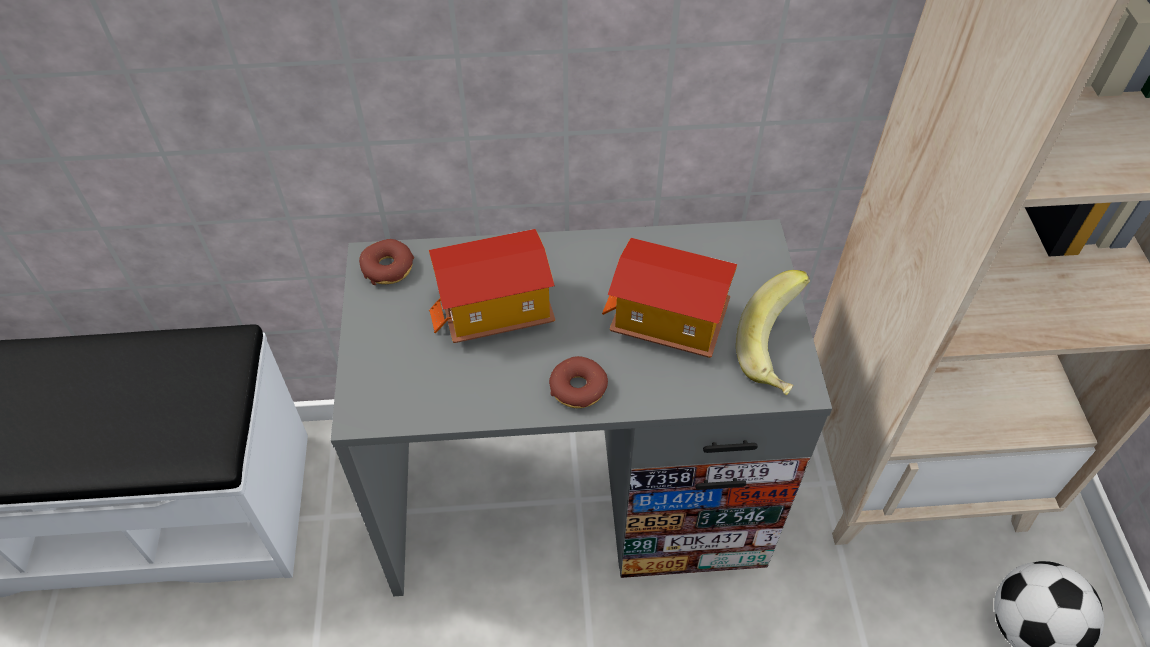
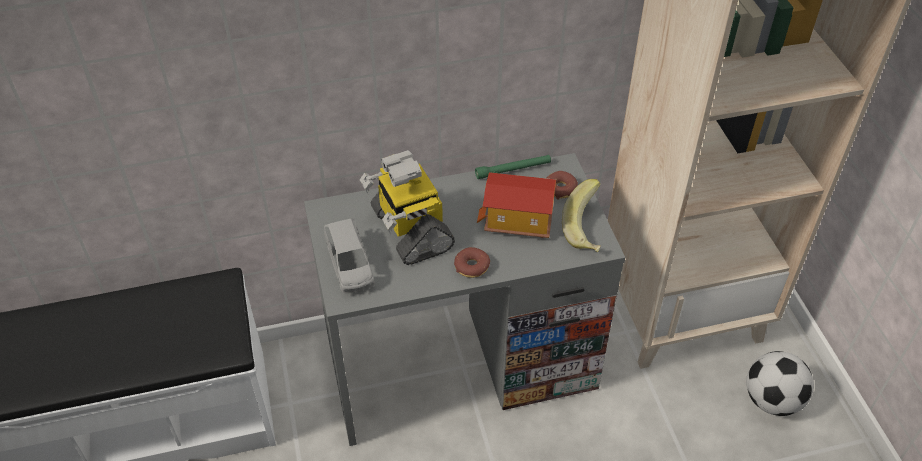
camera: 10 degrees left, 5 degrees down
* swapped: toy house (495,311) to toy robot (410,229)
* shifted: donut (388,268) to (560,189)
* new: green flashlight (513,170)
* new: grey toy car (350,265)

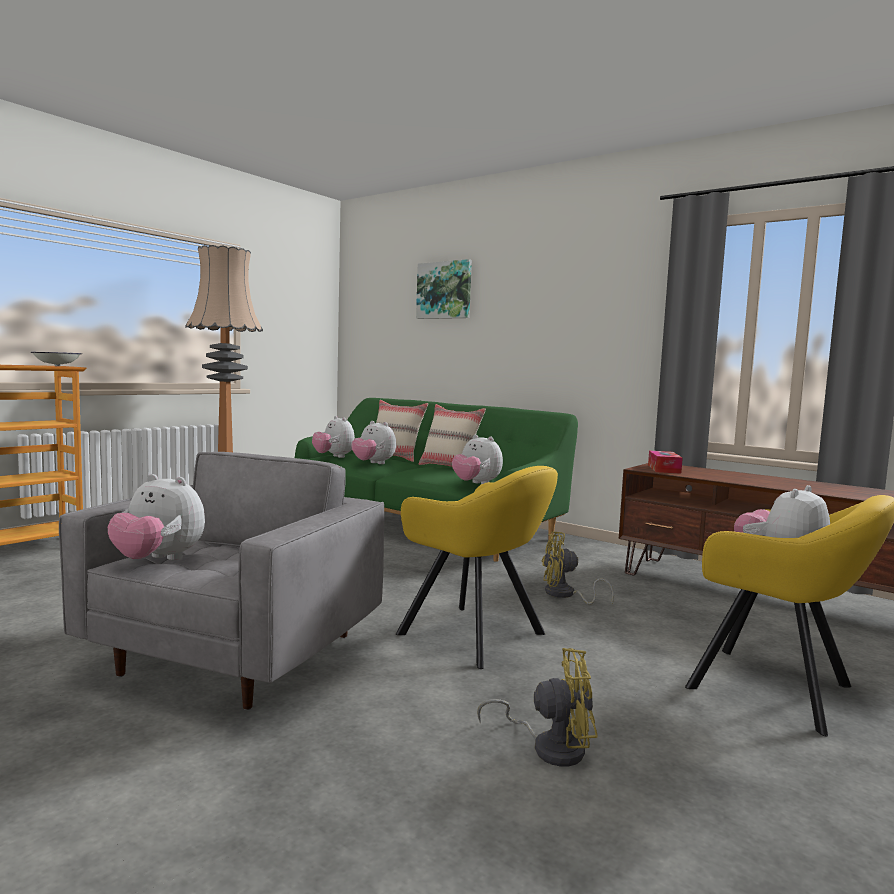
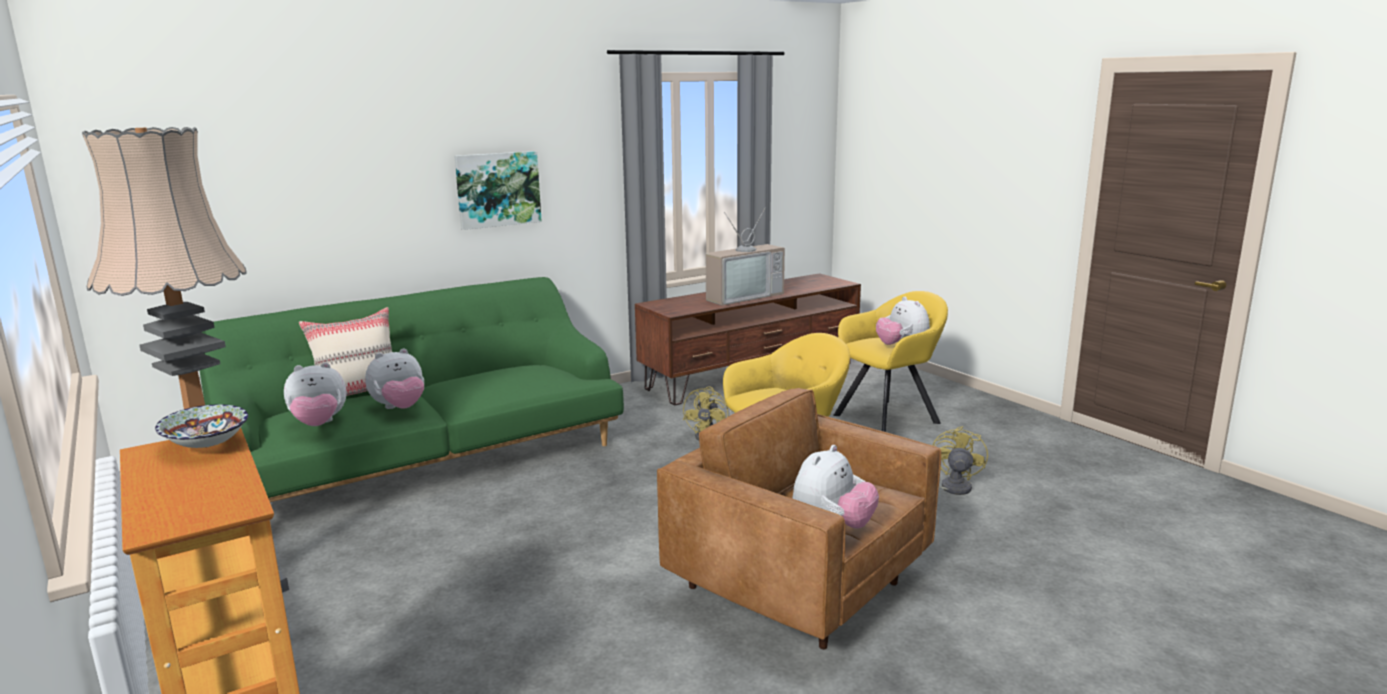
camera: 70 degrees left, 10 degrees up
* shifted: picture (444,290) to (498,189)
* gone: beige pillow (449,468)
* gone: plush toy (476,484)
* gone: tissue box (664,469)
* repainted: grey armchair (236,657) to brown armchair (799,588)
* new: television (742,296)

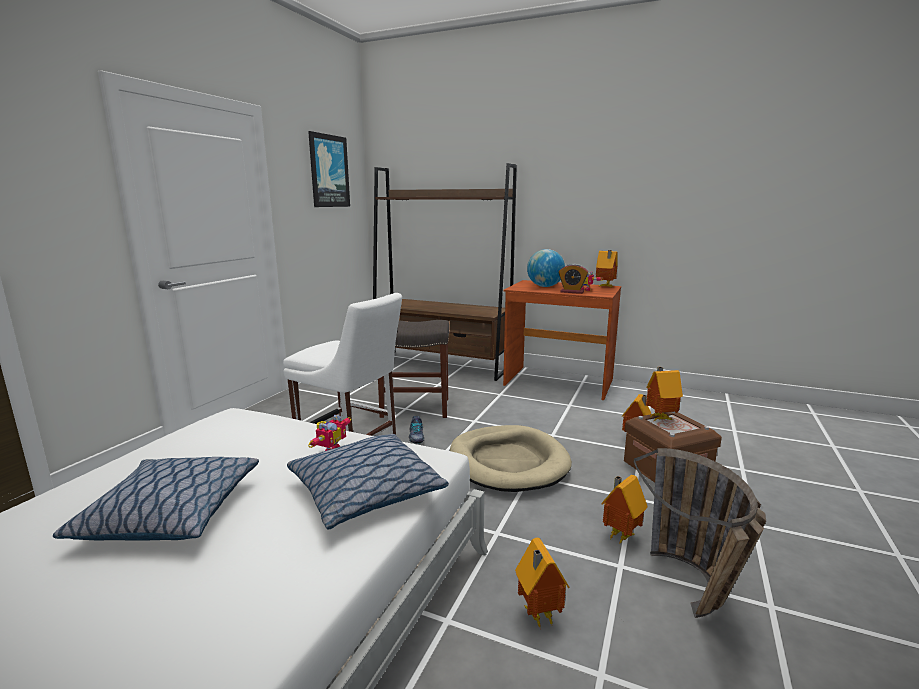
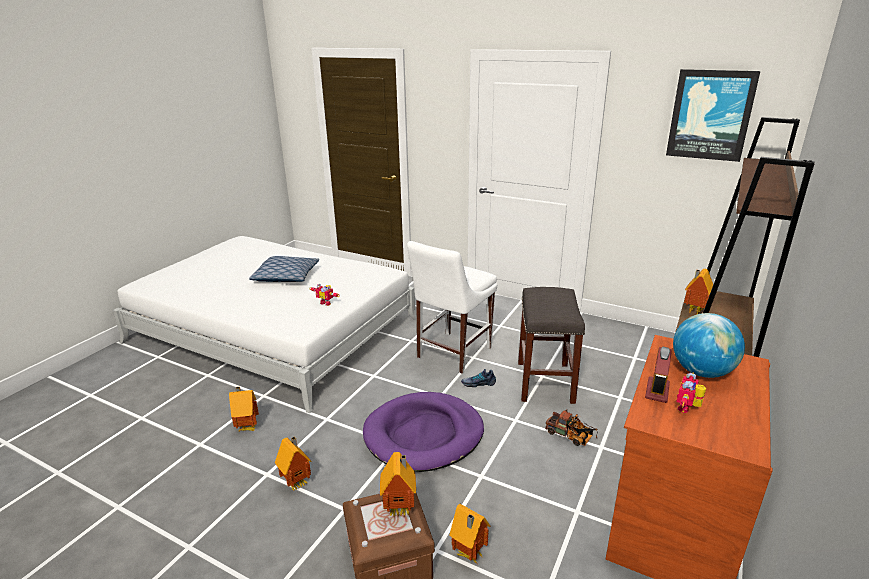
camera: 95 degrees right, 10 degrees up
* shifted: toy house (605,287) to (693,311)
* repainted: beige dog bed (508,462) to purple dog bed (424,435)
* gone: pillow (366,492)
* gone: basket (695,597)
* new: toy truck (571,436)

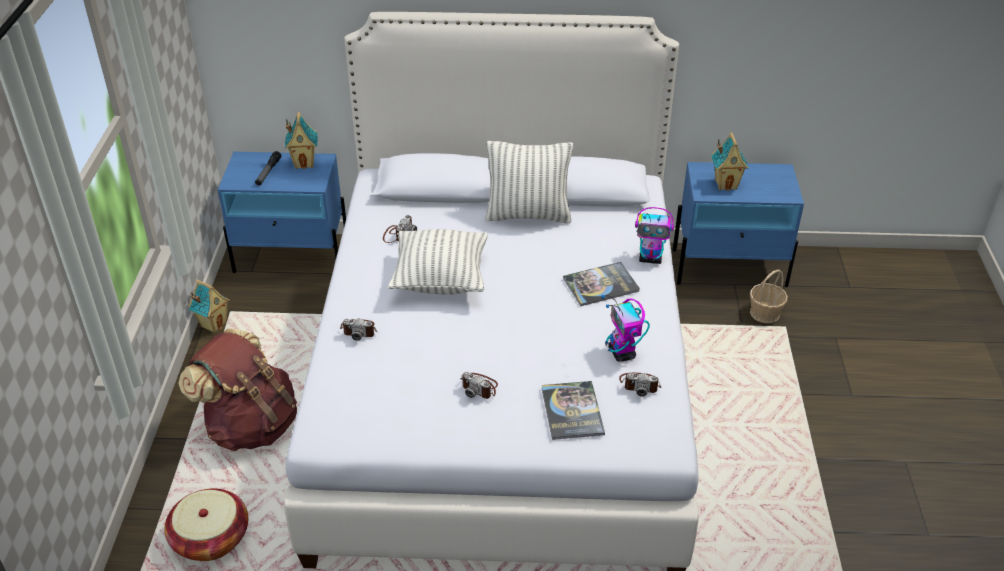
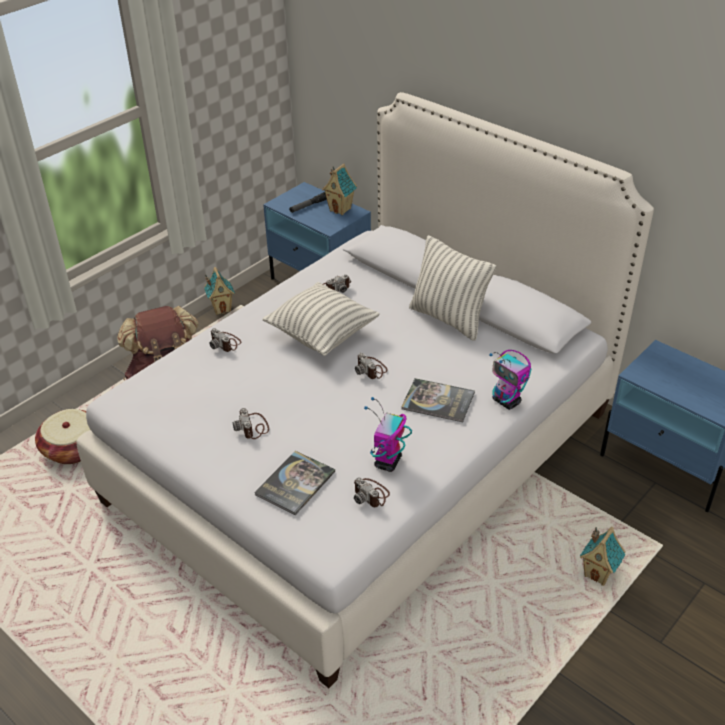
camera: 40 degrees right, 0 degrees up
* shifted: toy house (726,184) to (598,574)
* gone: basket (765,313)
* new: photo camera (371,369)

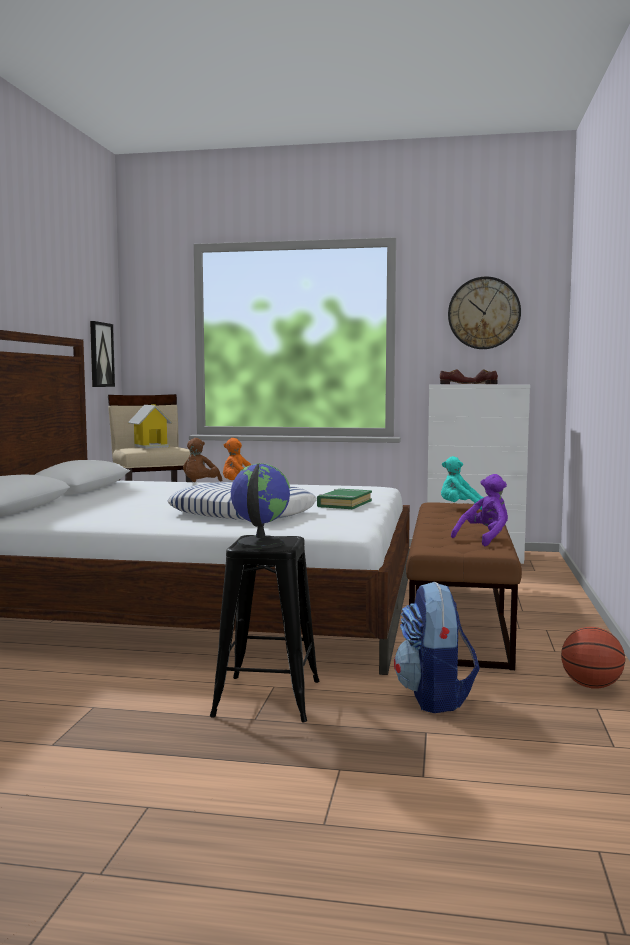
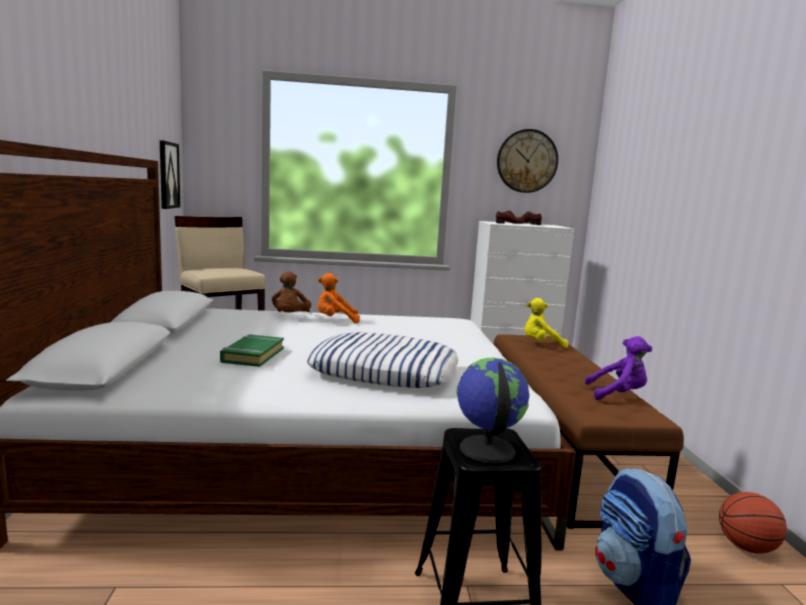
camera: 15 degrees left, 5 degrees up
* gone: toy house (151,446)
* repainted: turquoise plush toy (461,508) to yellow plush toy (541,344)
* rotated: purple plush toy (485,539) = (618,394) 60 degrees clockwise
* shifted: green book (344,504) to (252,355)

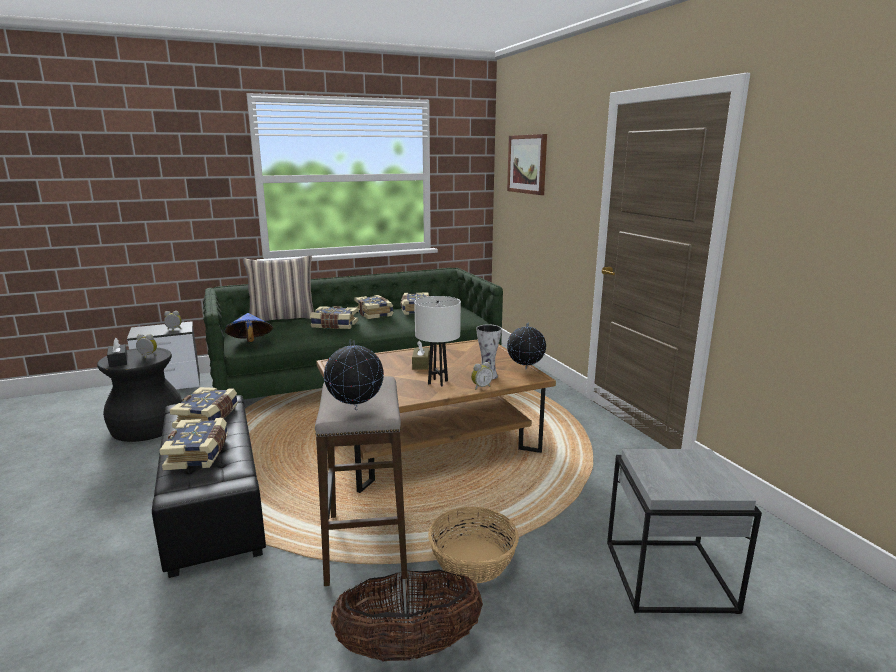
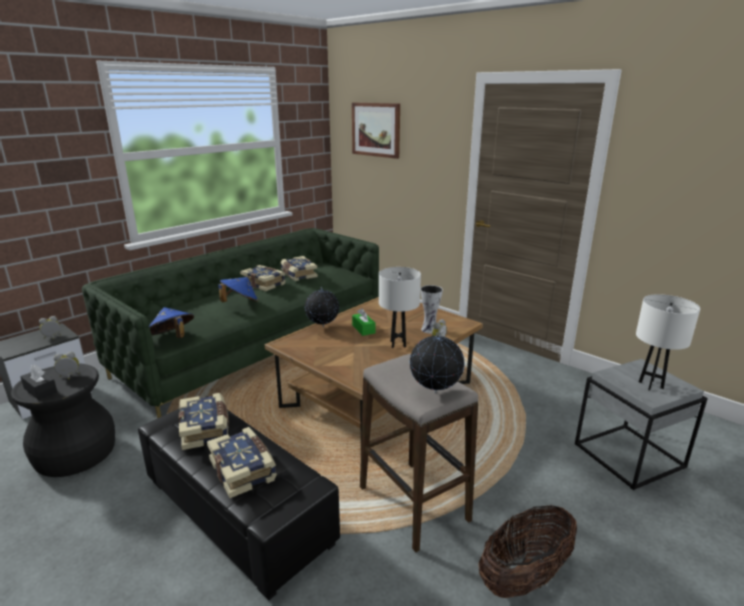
camera: 25 degrees left, 5 degrees up
* gone: pillow (283,318)
* swapped: book (334,325) to blue hat (240,303)
* shifted: globe (525,369) to (322,327)
* repainted: brown tissue box (421,364) to green tissue box (363,329)
* gone: basket (472,560)
* new: white table lamp (650,385)

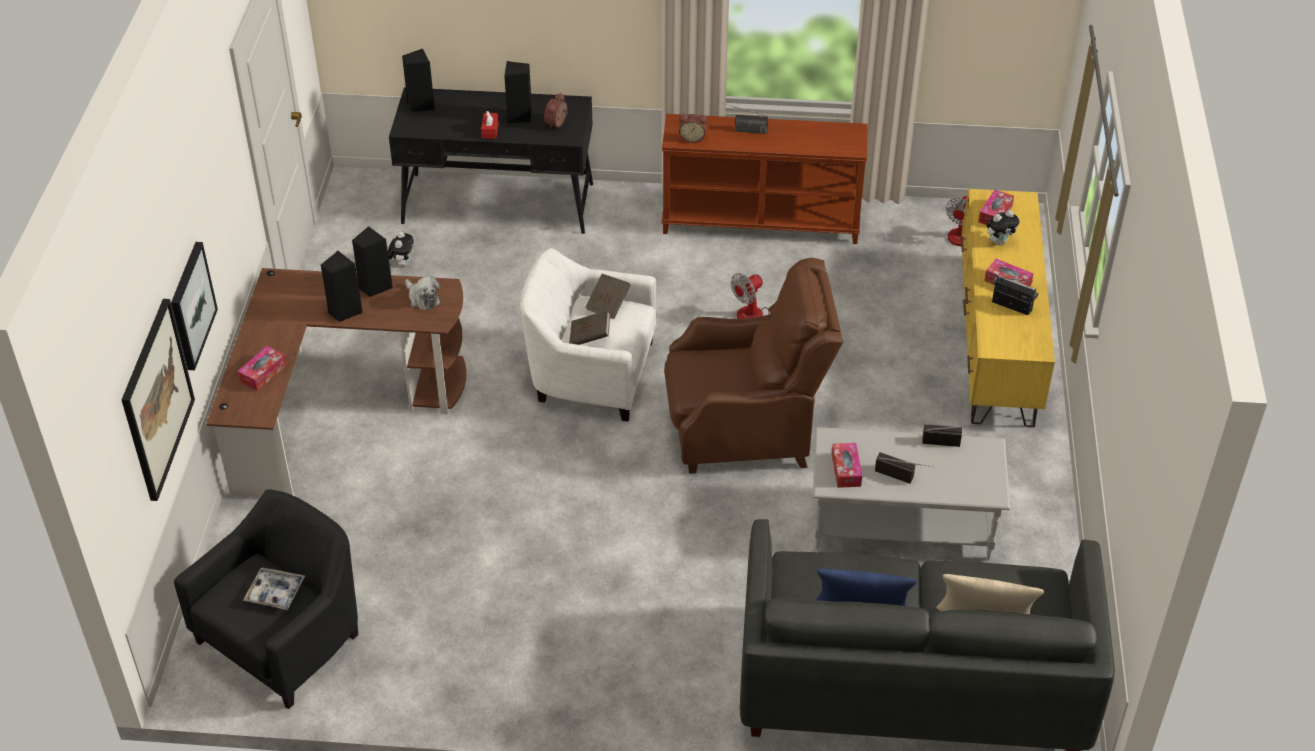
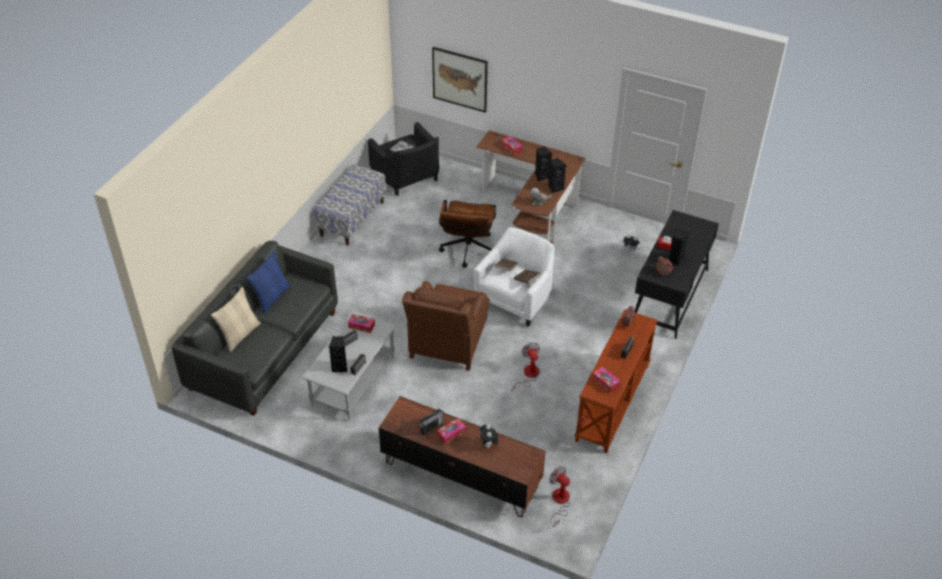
camera: 110 degrees right, 0 degrees up
* shifted: black speaker (420,105) to (340,367)
* repainted: yellow tv stand (996,341) to brown tv stand (460,475)
* shifted: tissue box (995,214) to (606,382)
* gone: picture (191,305)
* new: bench (352,218)
* new: brown office chair (467,252)

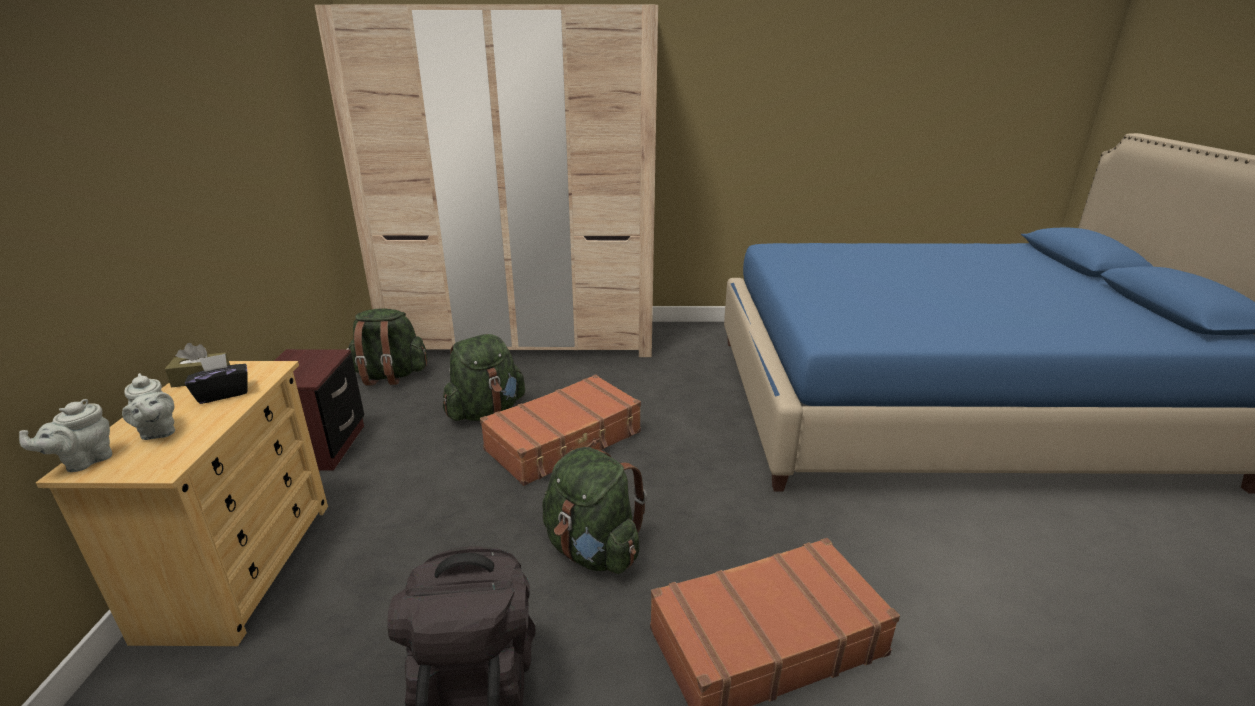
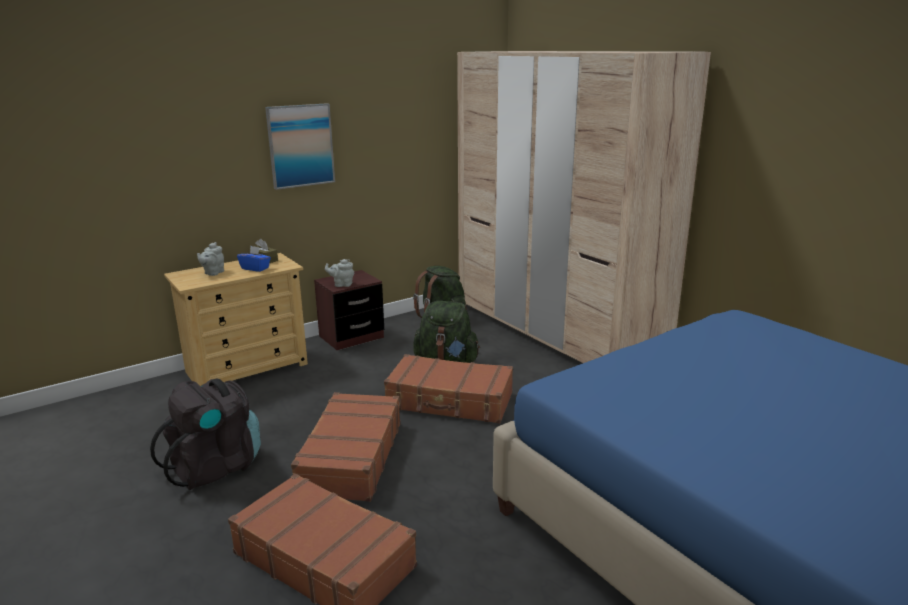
camera: 55 degrees right, 5 degrees down
* repainted: black tissue box (223,394) to blue tissue box (255,268)
* shifted: grey teapot (84,461) to (342,284)
* swapped: green backpack (593,550) to brown suitcase (350,458)
* new: picture (300,145)

